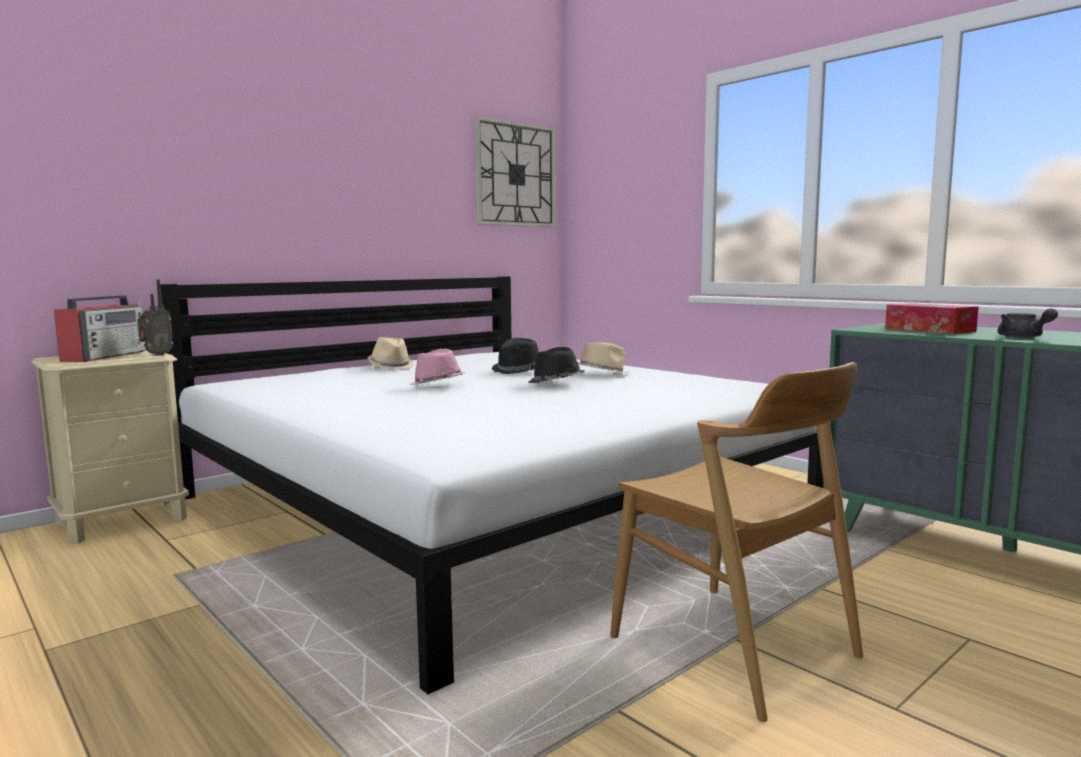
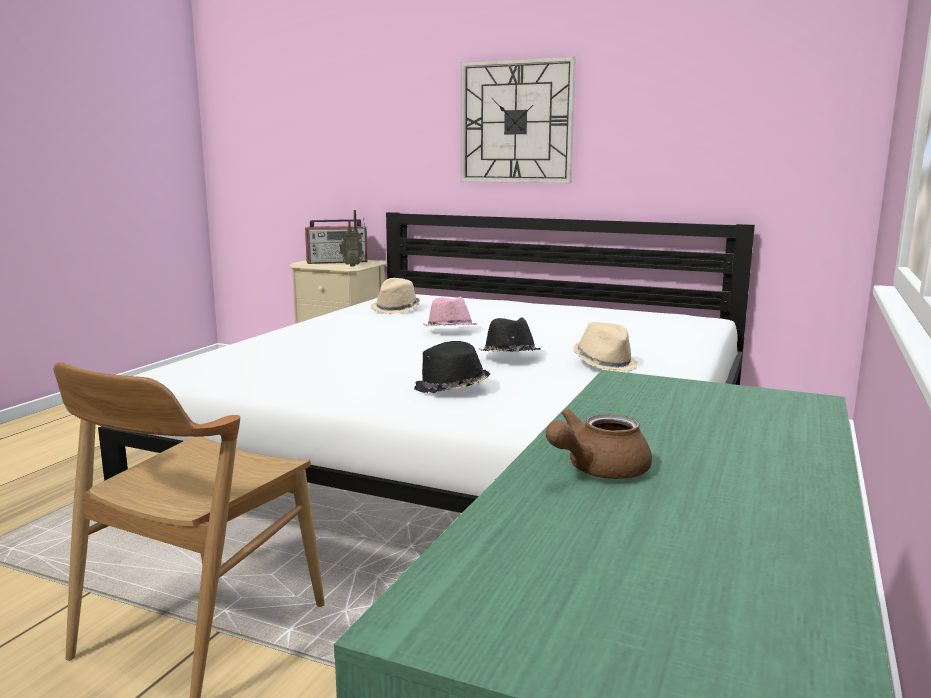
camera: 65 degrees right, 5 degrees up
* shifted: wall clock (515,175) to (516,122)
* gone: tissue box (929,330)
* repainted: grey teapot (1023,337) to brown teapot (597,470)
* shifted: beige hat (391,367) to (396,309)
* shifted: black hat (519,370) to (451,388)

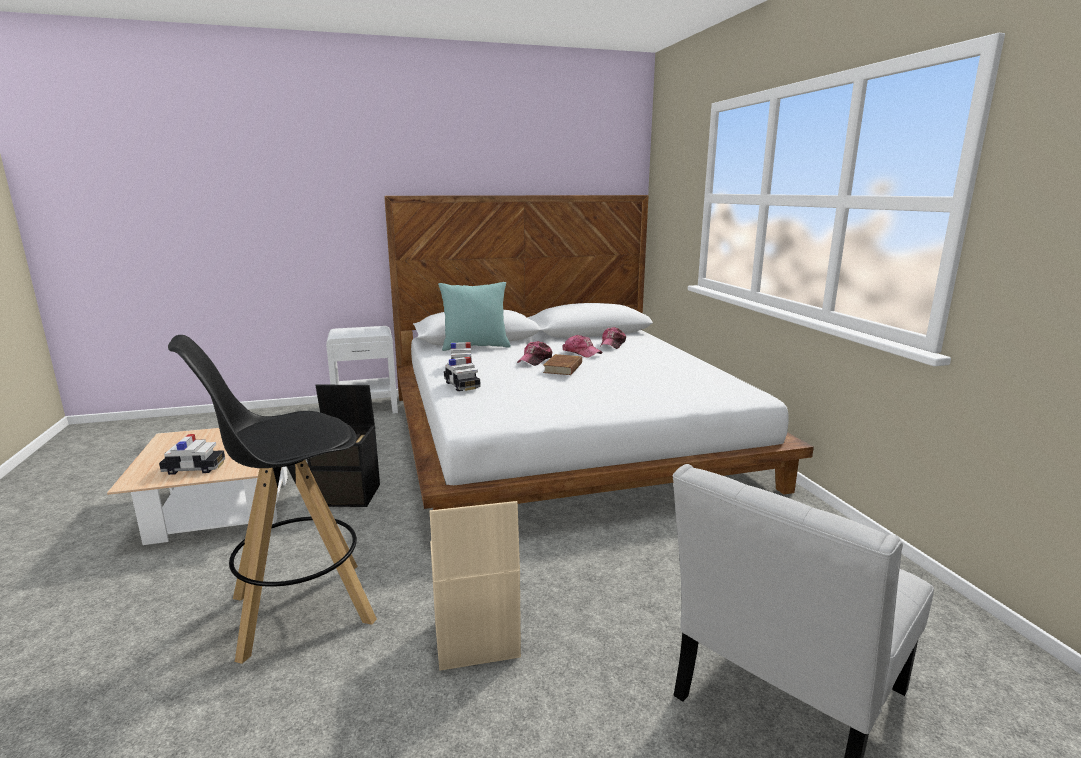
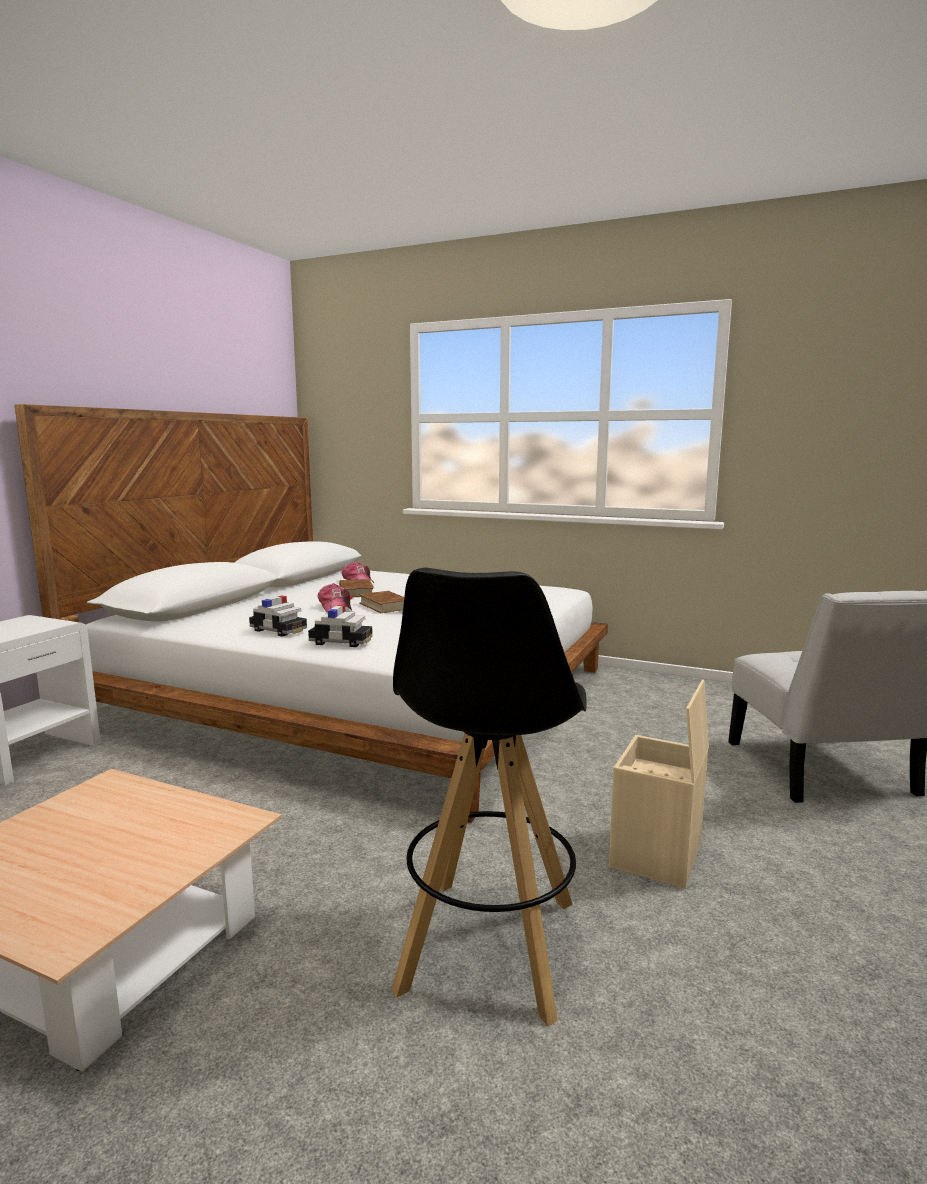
camera: 50 degrees left, 5 degrees down
* gone: turquoise pillow (475,347)
* swapped: cap (581,352) to brown book (356,592)
* gone: black storage box (349,495)
* gone: toy car (194,468)

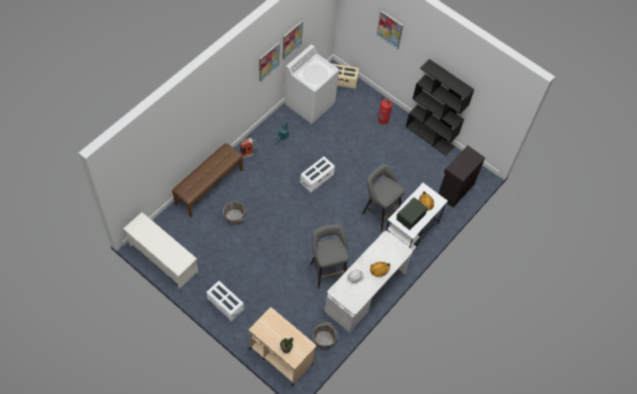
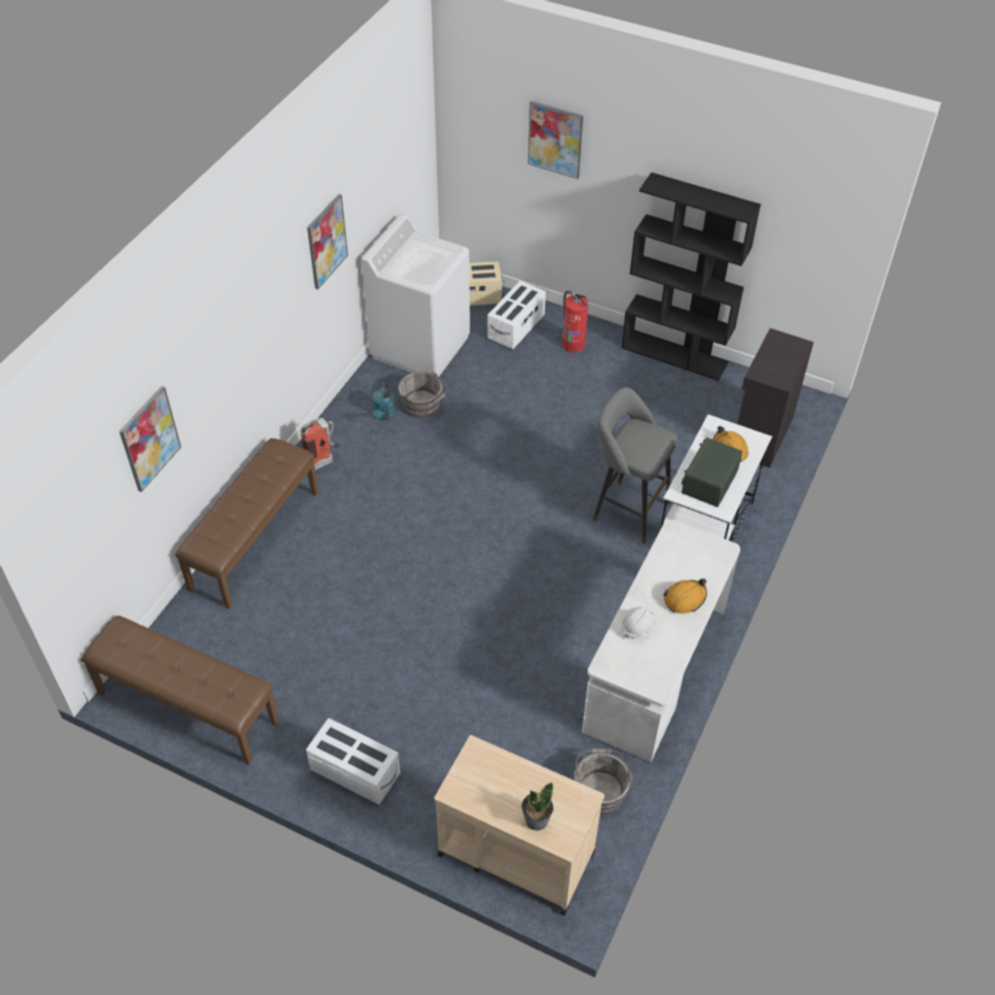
camera: 10 degrees left, 10 degrees down
* shifted: picture (292,39) to (149,438)
* shifted: white storage box (317,179) to (516,327)
* shifted: grey bucket (235,217) to (423,405)
* swapped: white shoe rack (163,258) to brown bench (187,708)
* gone: grey stool (327,270)

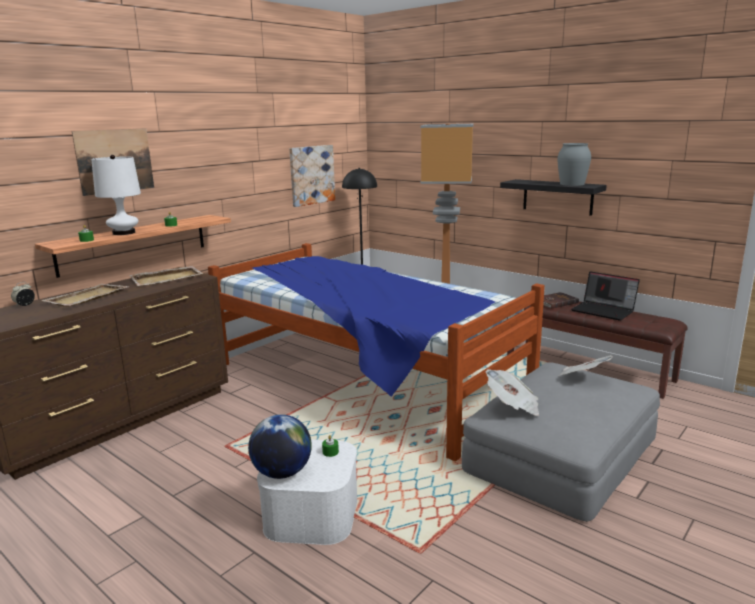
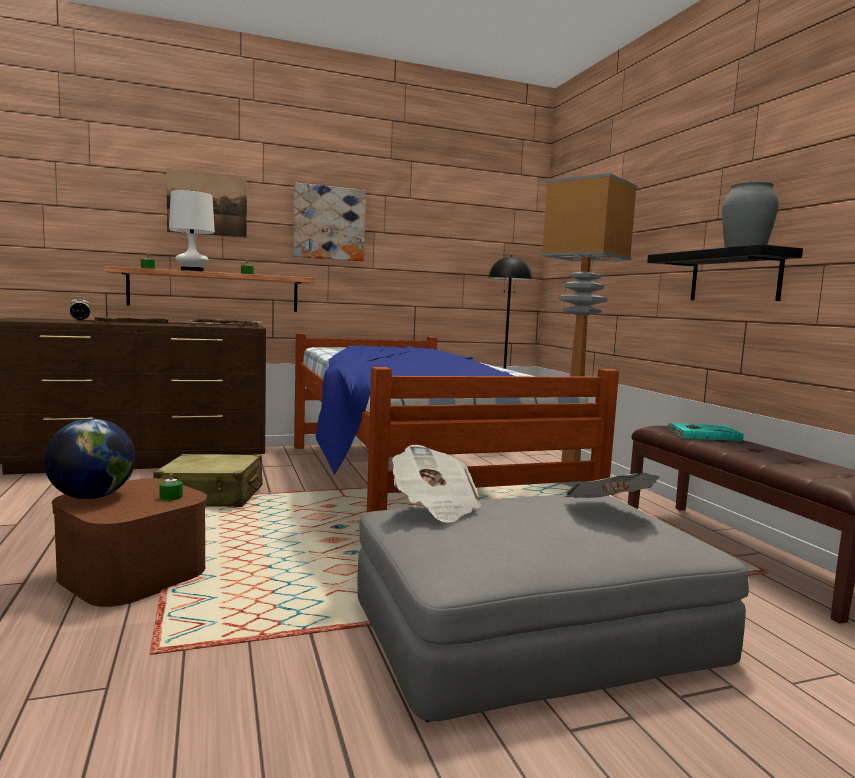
camera: 30 degrees right, 10 degrees down
* shifted: picture (311,175) to (329,223)
* gone: laptop (604,311)
* repainted: brown book (555,302) to turquoise book (703,435)
* repainted: white storage box (312,514) to brown storage box (133,573)
* new: beige suitcase (211,496)

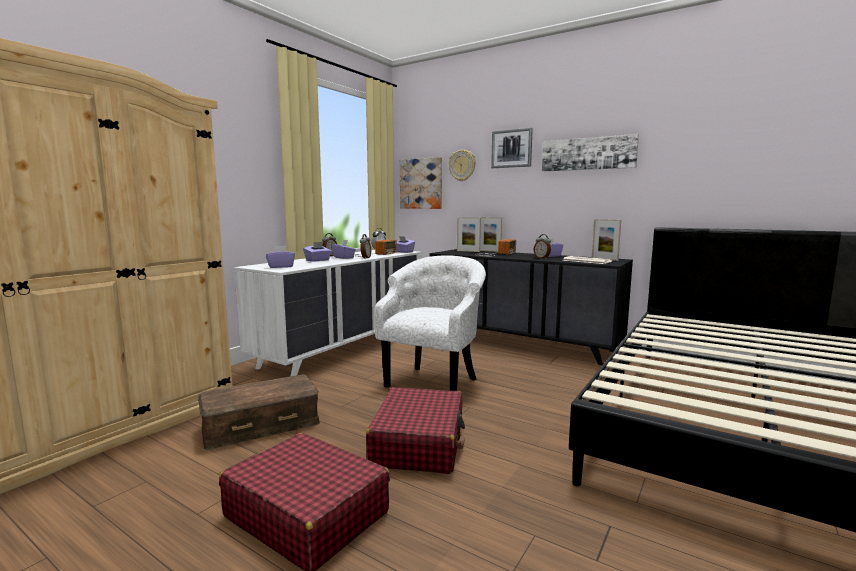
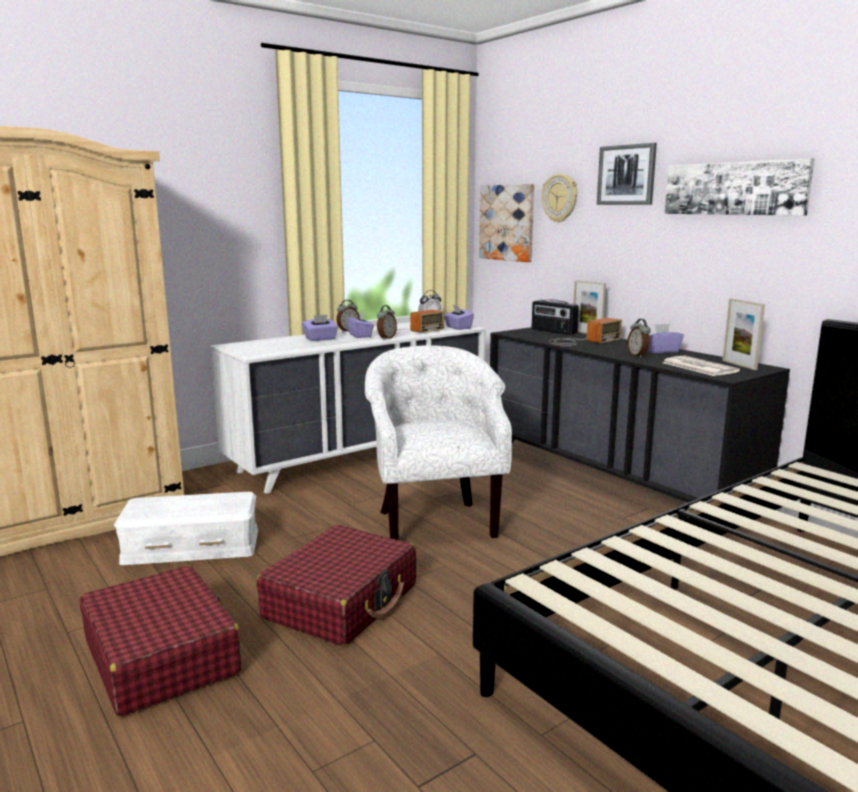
camera: 20 degrees right, 5 degrees up
* swapped: picture frame (468,251) to radio (553,332)
* gone: purple tissue box (280,267)
* rotated: white armchair (434,381) = (433,521) 60 degrees counterclockwise
* repainted: brown storage box (261,424) to white storage box (192,545)

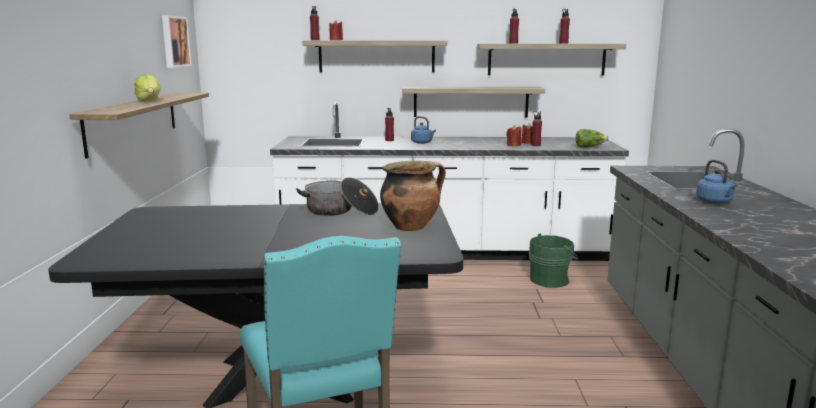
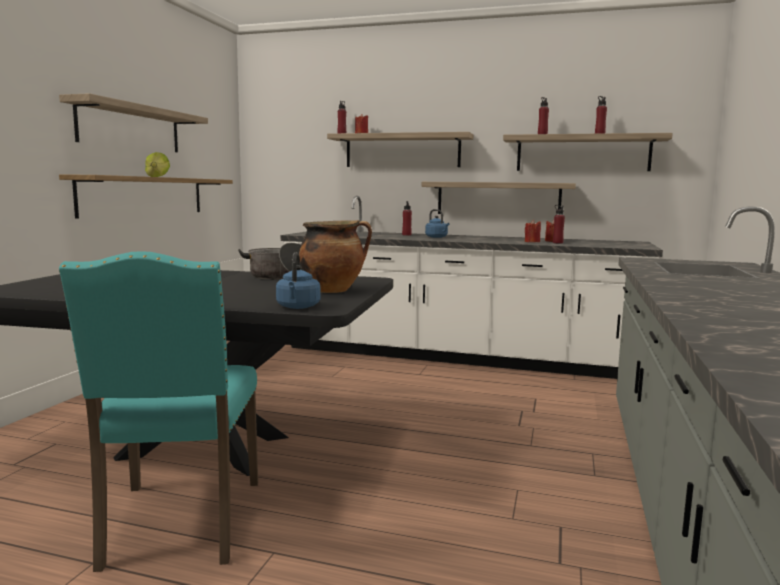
camera: 15 degrees right, 5 degrees down
* gone: picture (174,41)
* gone: lettuce (589,147)
* shifted: blue kettle (715,202) to (298,307)
* gone: green bucket (551,280)
* new: shelf (130,128)

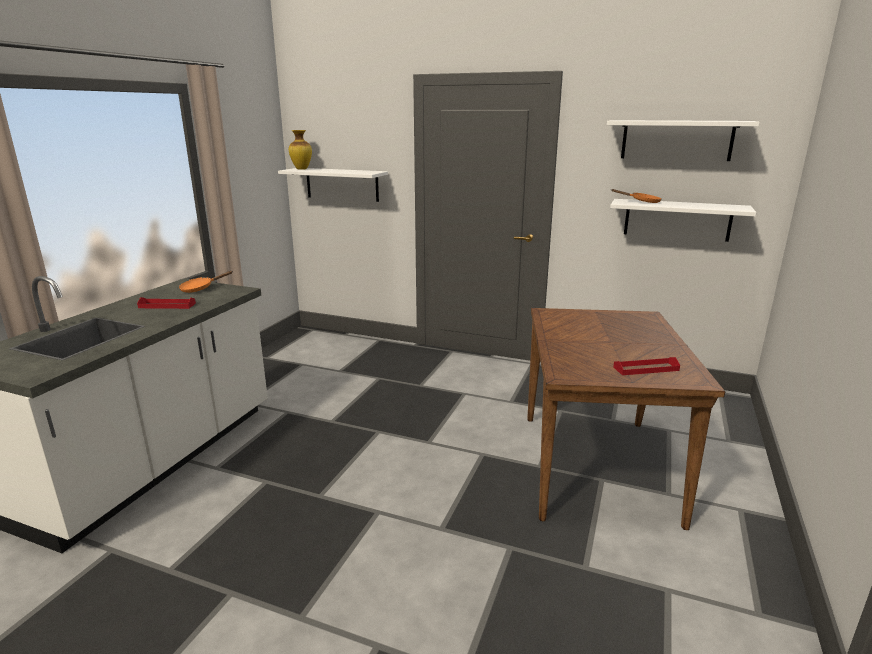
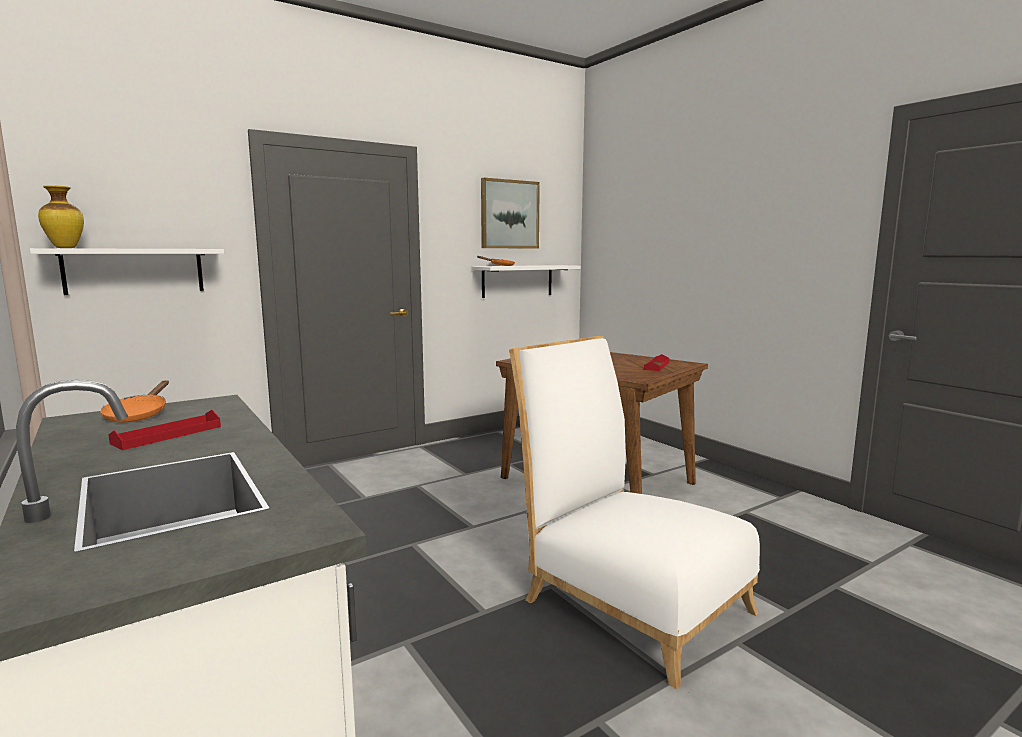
camera: 55 degrees left, 10 degrees down
* swapped: white shelf (676,140) to picture (509,214)
* new: white chair (626,599)

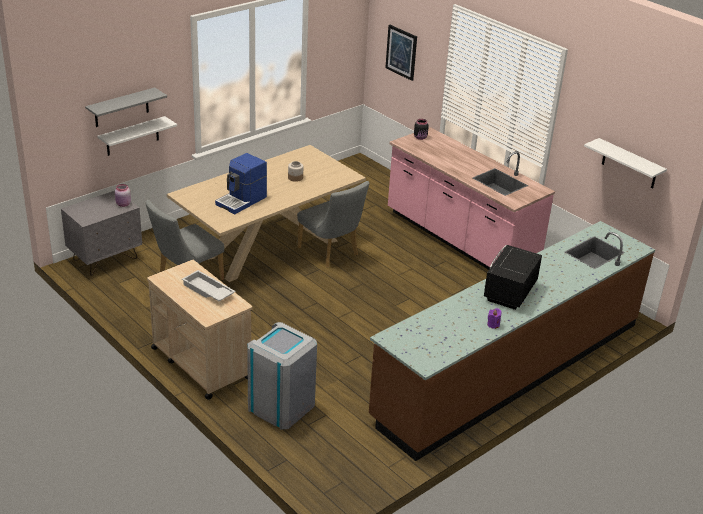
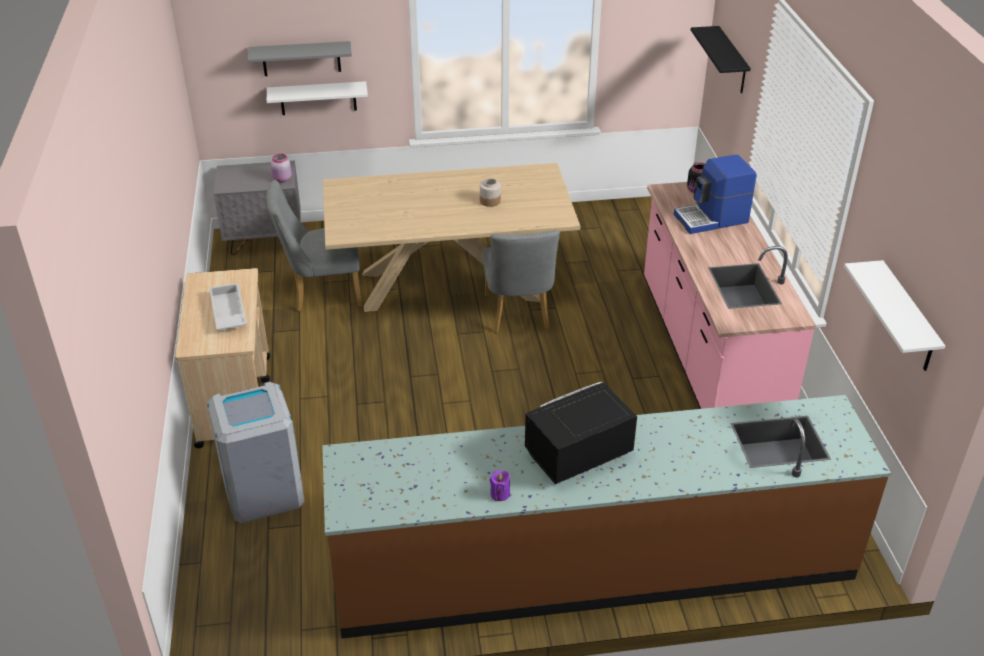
camera: 35 degrees right, 5 degrees up
* swapped: picture (401,52) to black shelf (732,61)
* shifted: coffee machine (242,201) to (712,219)

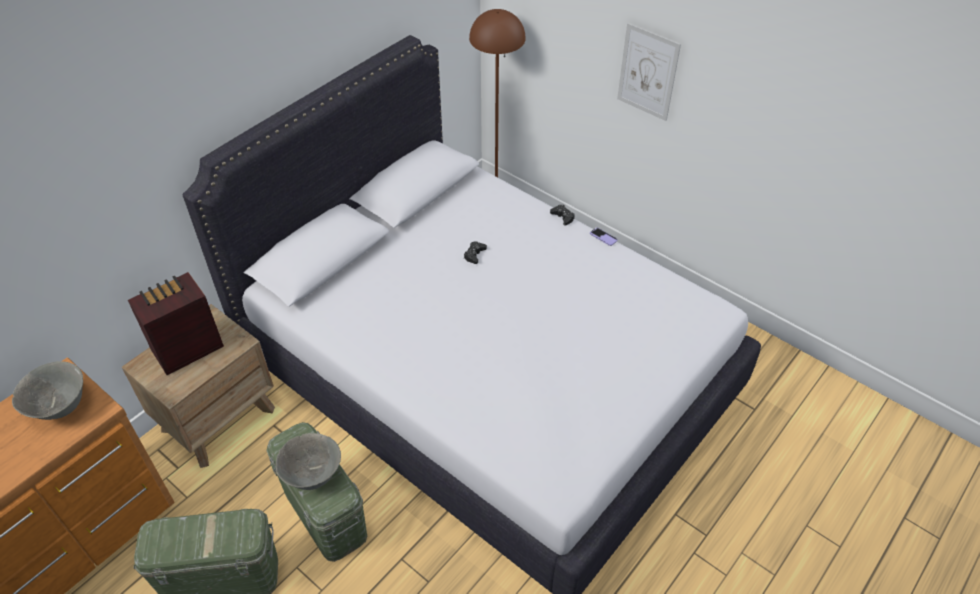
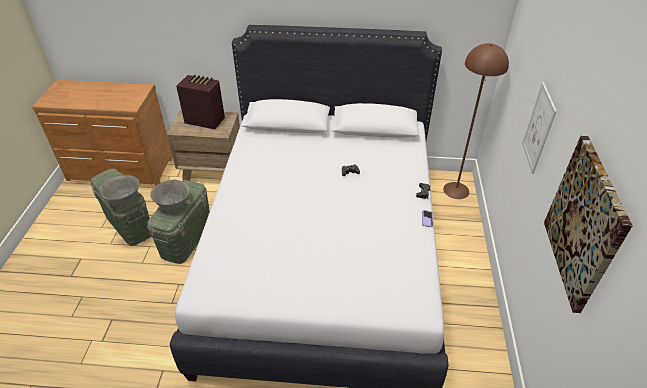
camera: 55 degrees right, 5 degrees down
* shifted: grey bowl (60,407) to (124,200)
* new: picture (585,224)

